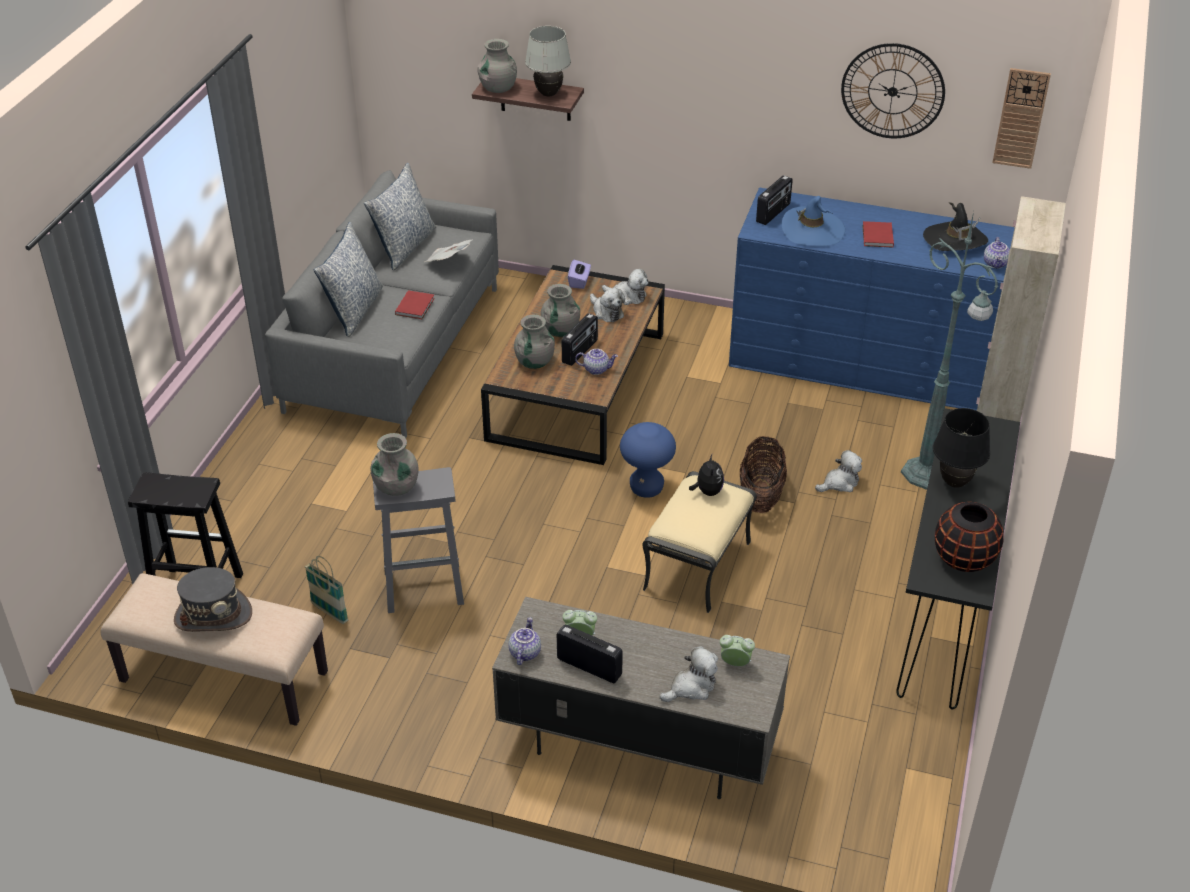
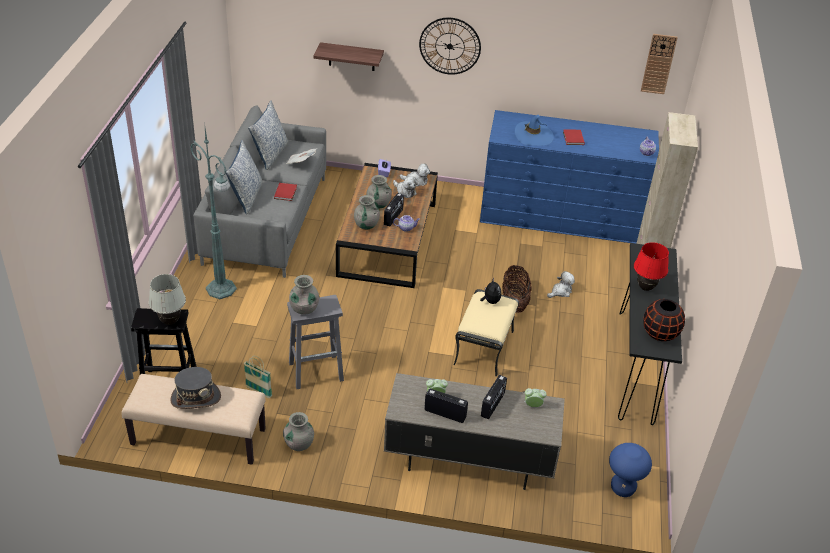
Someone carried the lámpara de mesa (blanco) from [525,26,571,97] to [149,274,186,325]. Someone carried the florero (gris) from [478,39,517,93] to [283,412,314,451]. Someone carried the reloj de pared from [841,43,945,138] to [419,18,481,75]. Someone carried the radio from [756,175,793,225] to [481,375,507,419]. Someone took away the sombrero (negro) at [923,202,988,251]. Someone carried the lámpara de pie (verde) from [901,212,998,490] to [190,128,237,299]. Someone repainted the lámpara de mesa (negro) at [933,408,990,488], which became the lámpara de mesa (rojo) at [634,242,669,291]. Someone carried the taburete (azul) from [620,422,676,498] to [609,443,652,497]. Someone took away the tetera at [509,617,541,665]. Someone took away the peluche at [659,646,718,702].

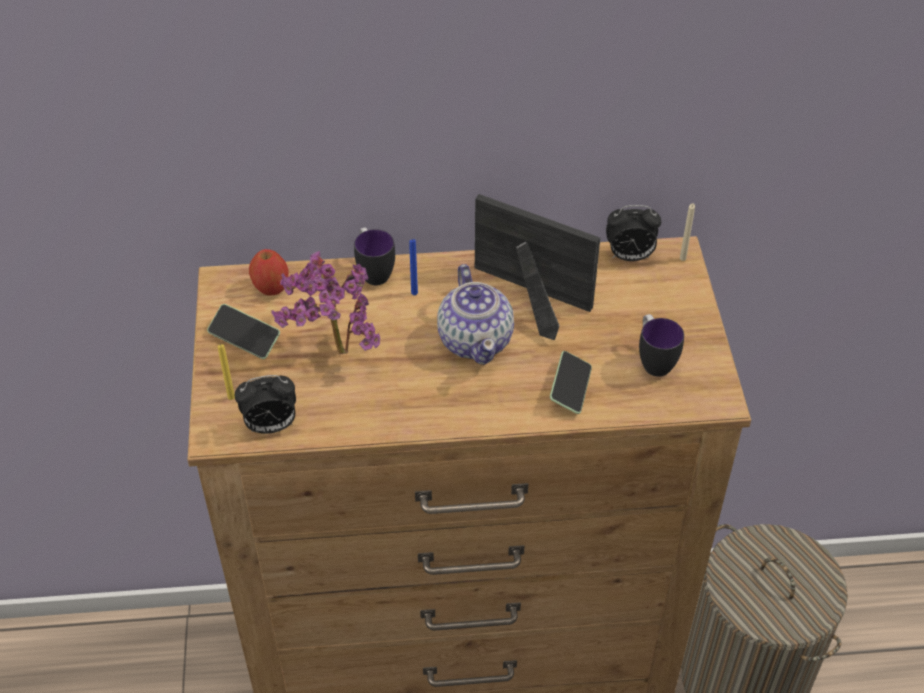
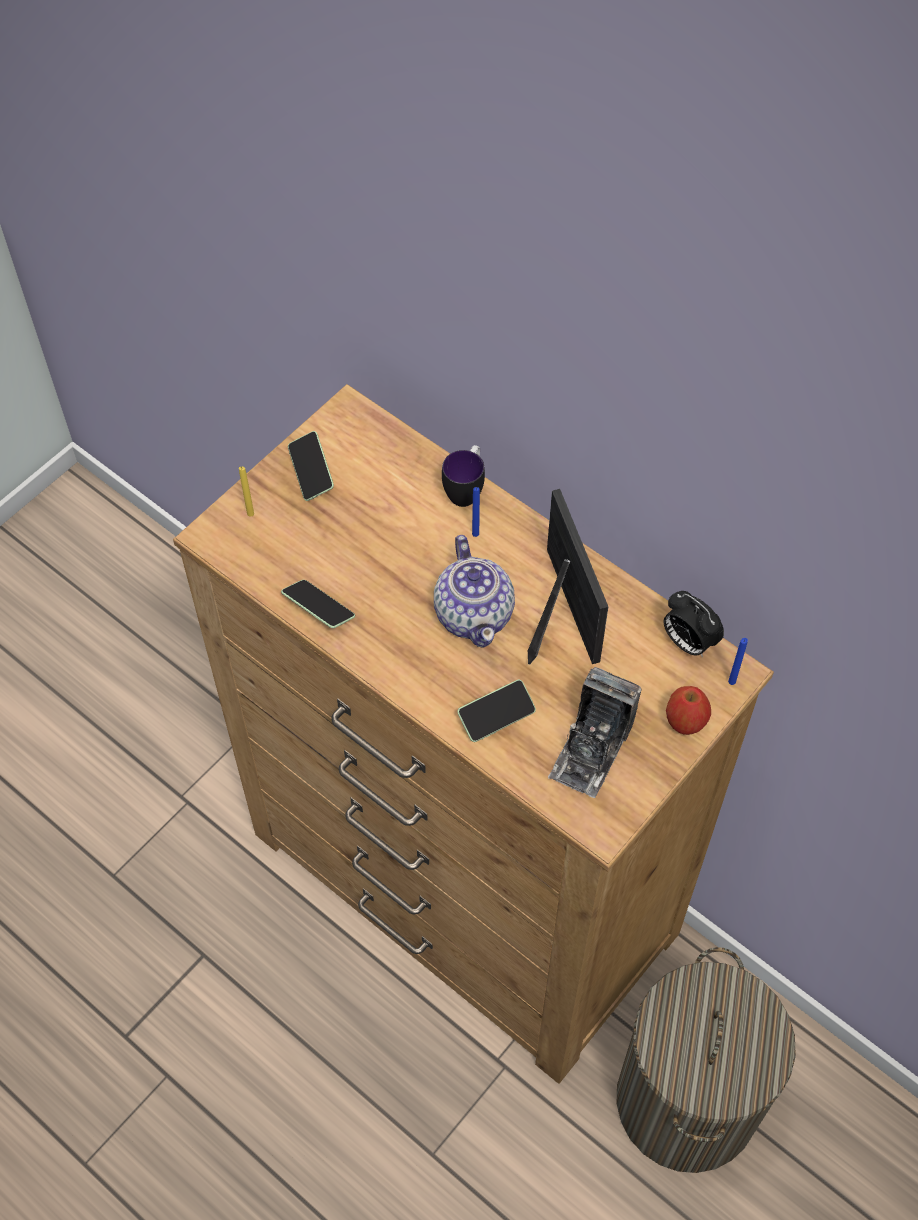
Someone repainted the vela (beis) at [680,203,695,261], which became the vela (azul) at [728,638,748,685]. Someone carried the manzana from [249,249,288,296] to [666,686,711,735]. Someone took away the planta en maceta at [271,251,380,355]. Someone rotated the tetera at [437,264,514,365] by 45 degrees counterclockwise. Someone swapped the taza grande at [639,314,684,377] for the cámara at [548,667,642,798]. Someone took away the despertador at [235,375,296,434]. Someone put down the móvil at [281,580,355,628].

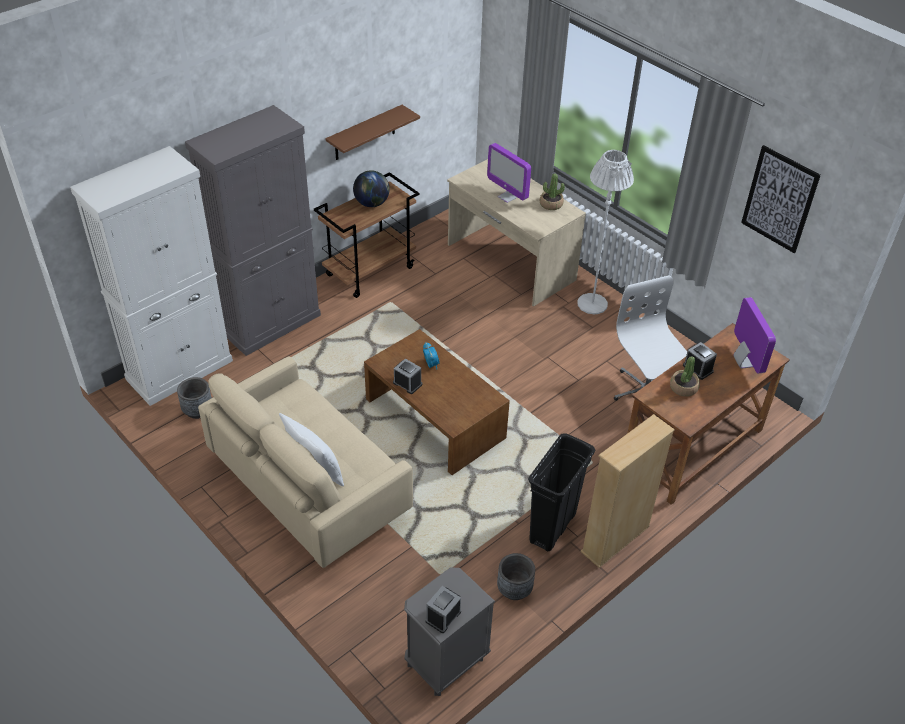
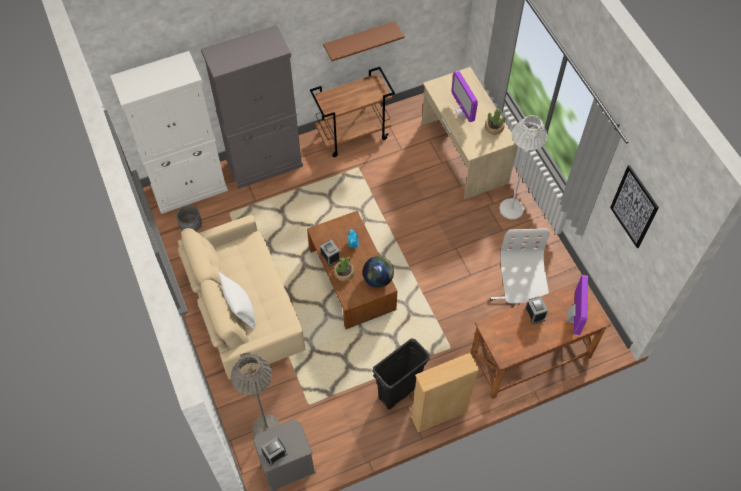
Someone carried the globo terráqueo from [353,170,390,207] to [363,256,394,288]. Someone carried the planta en maceta from [670,356,700,397] to [334,257,354,281]. Someone took away the maceta (gris) at [497,553,535,600]. Someone put down the lámpara de pie (gris) at [231,352,280,435].

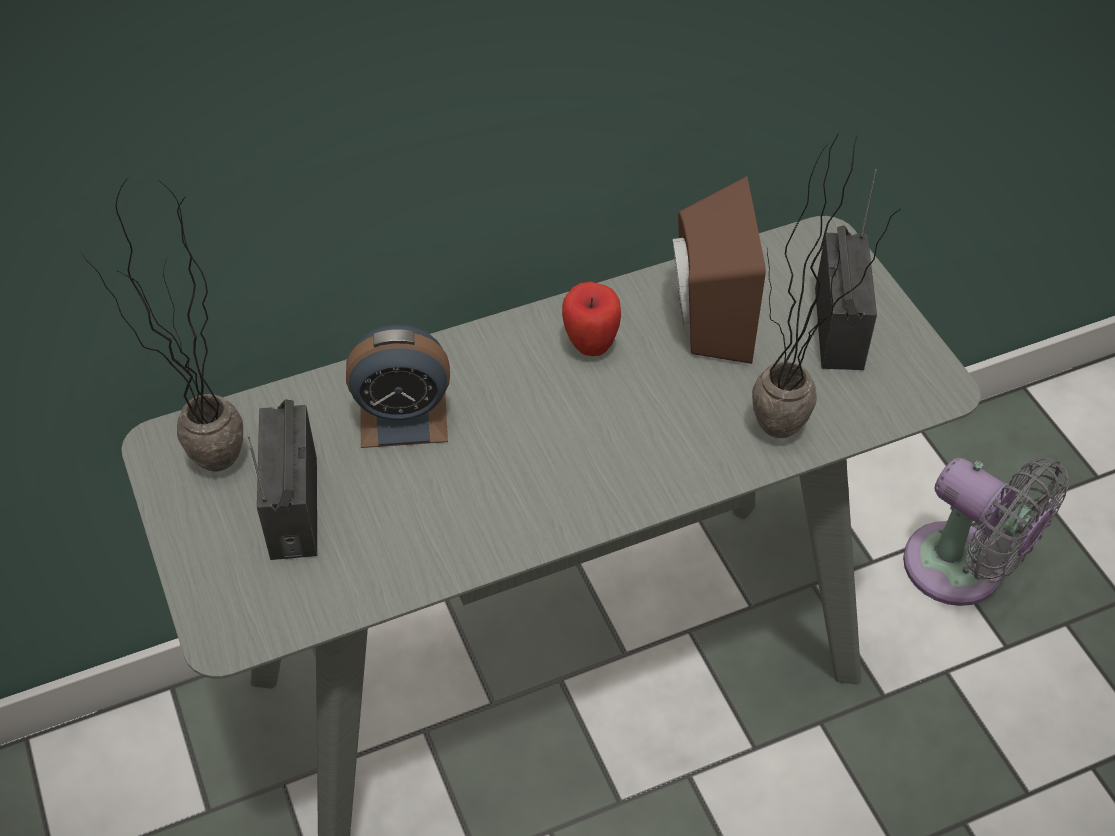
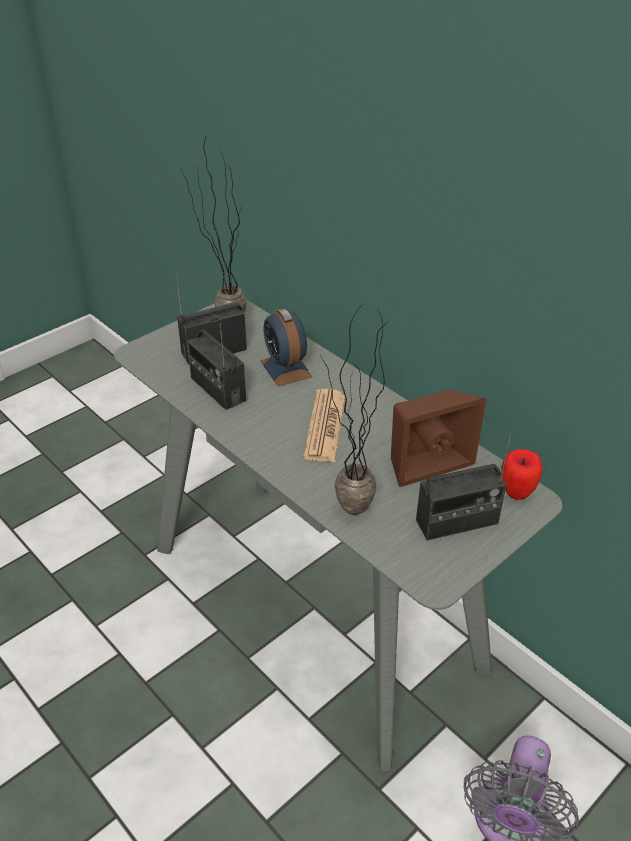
Someone carried the manzana from [562,282,621,356] to [501,449,543,500]. Someone put down the radio at [187,323,246,410]. Someone put down the periódico at [303,389,345,462].

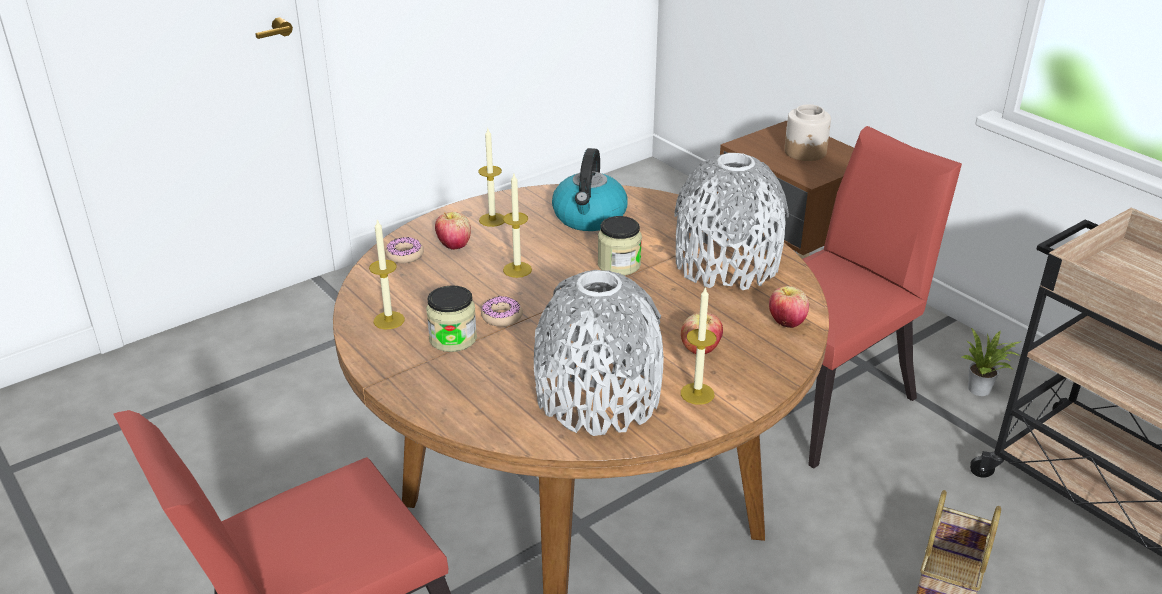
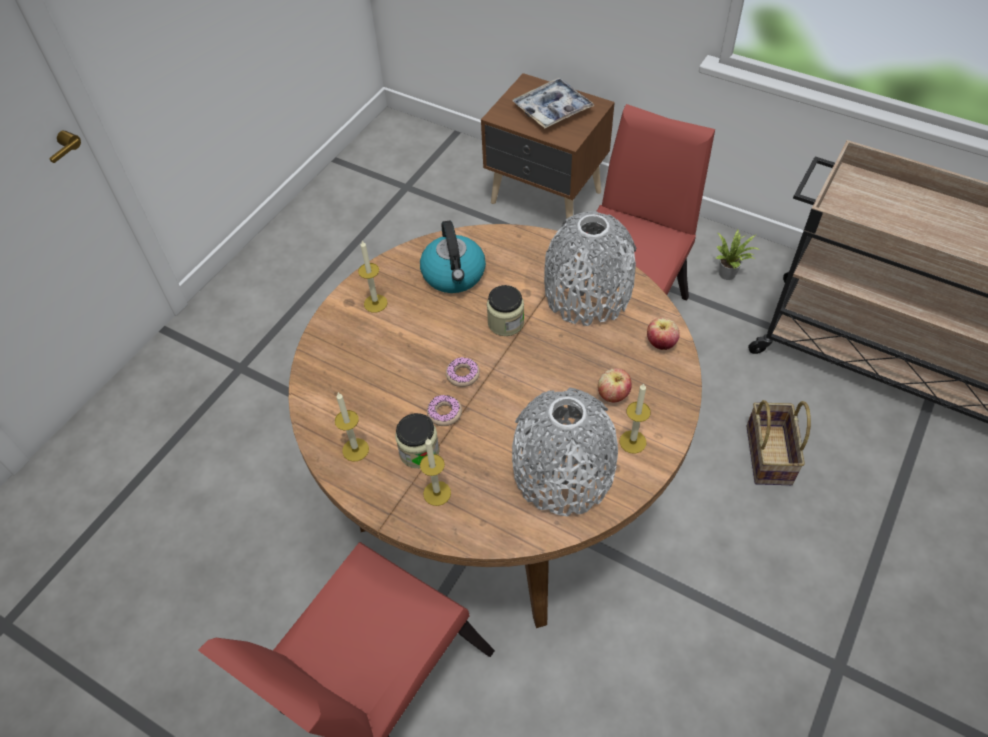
Someone swapped the tarro at [784,104,831,161] for the bandeja at [513,78,595,128]. Someone carried the vela from [503,174,532,278] to [420,438,451,506]. Someone took away the manzana at [435,212,471,250]. Someone carried the rosquilla from [385,237,424,263] to [446,357,480,387].

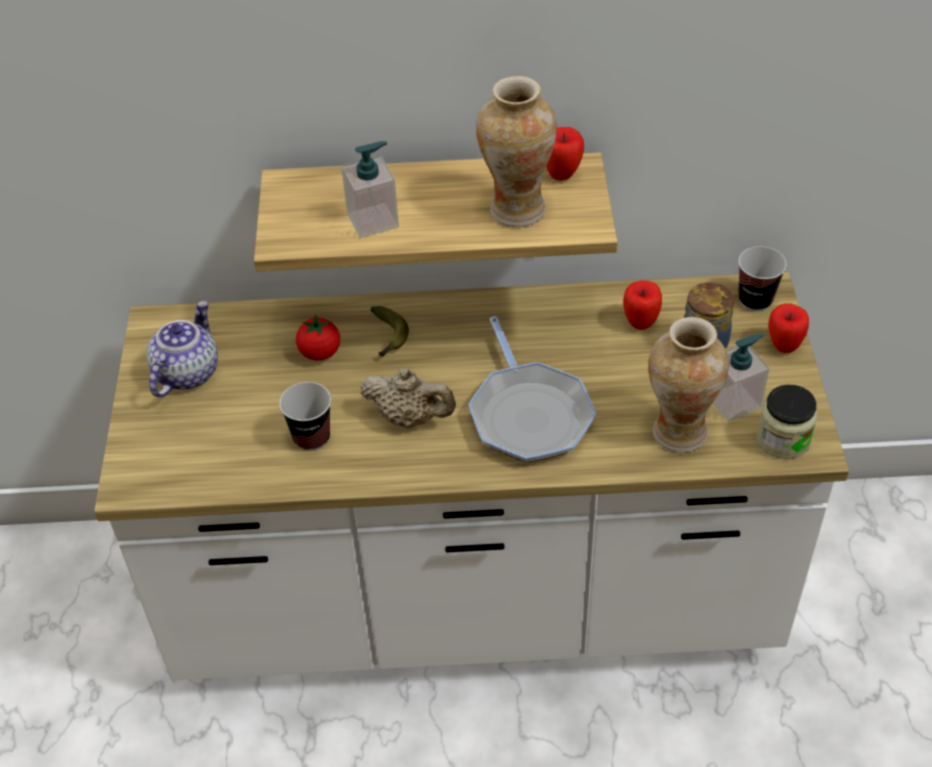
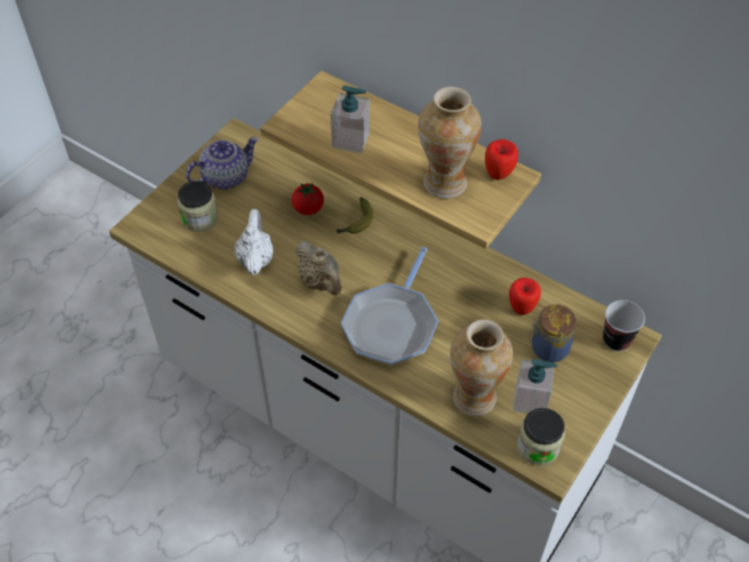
Someone took away the manzana at [769,303,809,353]. Someone swapped the taza at [279,382,331,451] for the tetera (blanco) at [234,209,274,275]. Someone put down the tarro at [177,181,218,232].

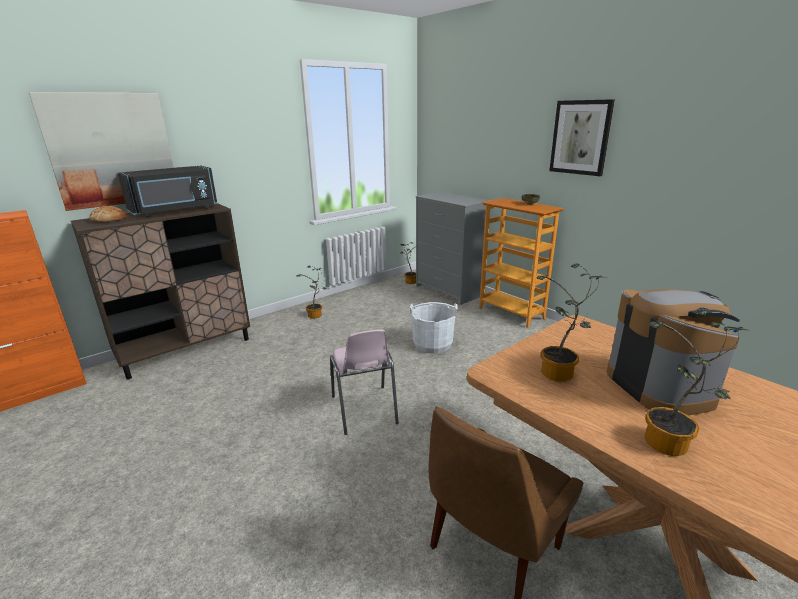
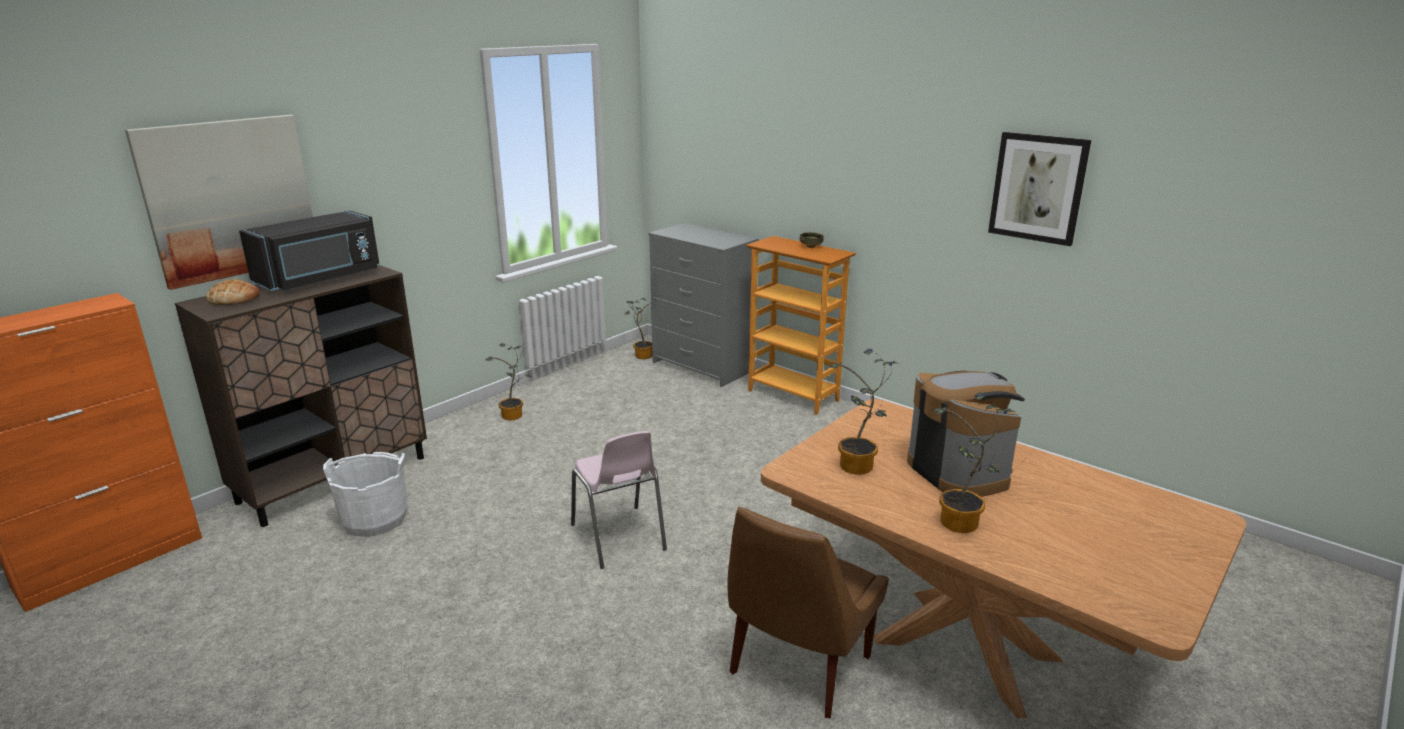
Someone carried the cuadro from [549,99,615,176] to [988,132,1091,246]. Someone carried the cubo (blanco) from [410,302,457,354] to [323,452,408,537].

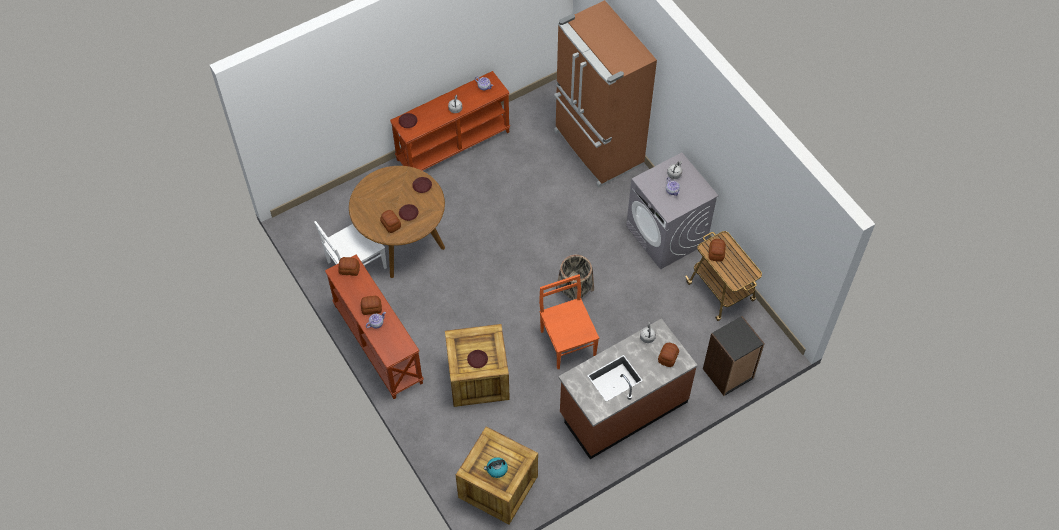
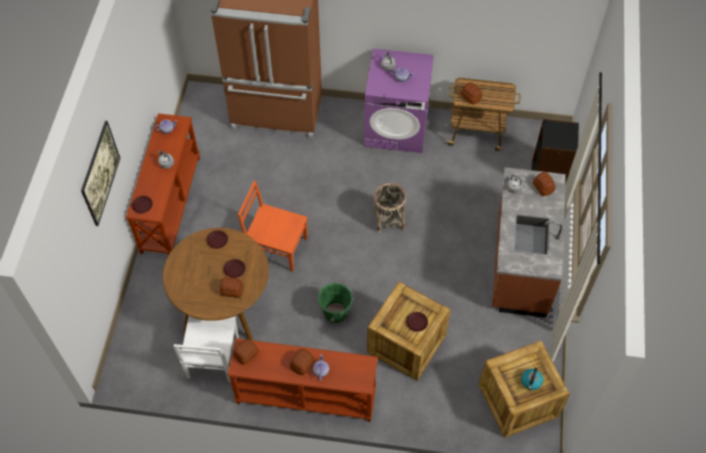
Someone repainted the lavadora (gris) at [626,152,719,270], which became the lavadora (morado) at [364,49,434,153]. Someone carried the silla (naranja) from [539,274,599,369] to [238,181,307,272]. Someone put up the cuadro at [81,121,120,226]. Someone put down the cubo (verde) at [318,279,355,324].

